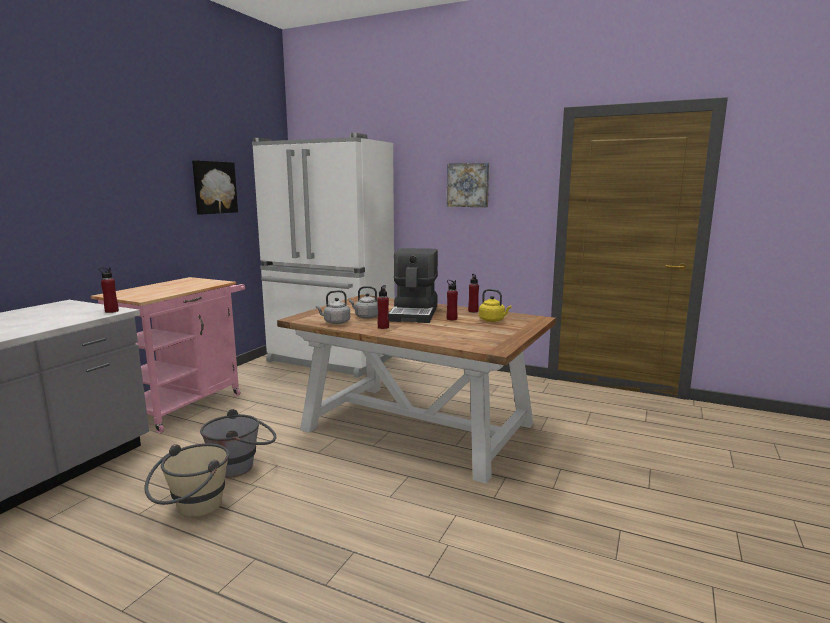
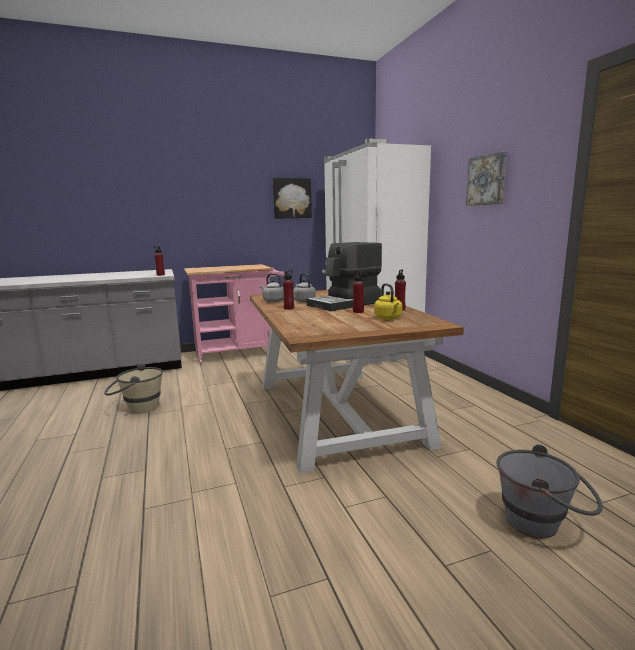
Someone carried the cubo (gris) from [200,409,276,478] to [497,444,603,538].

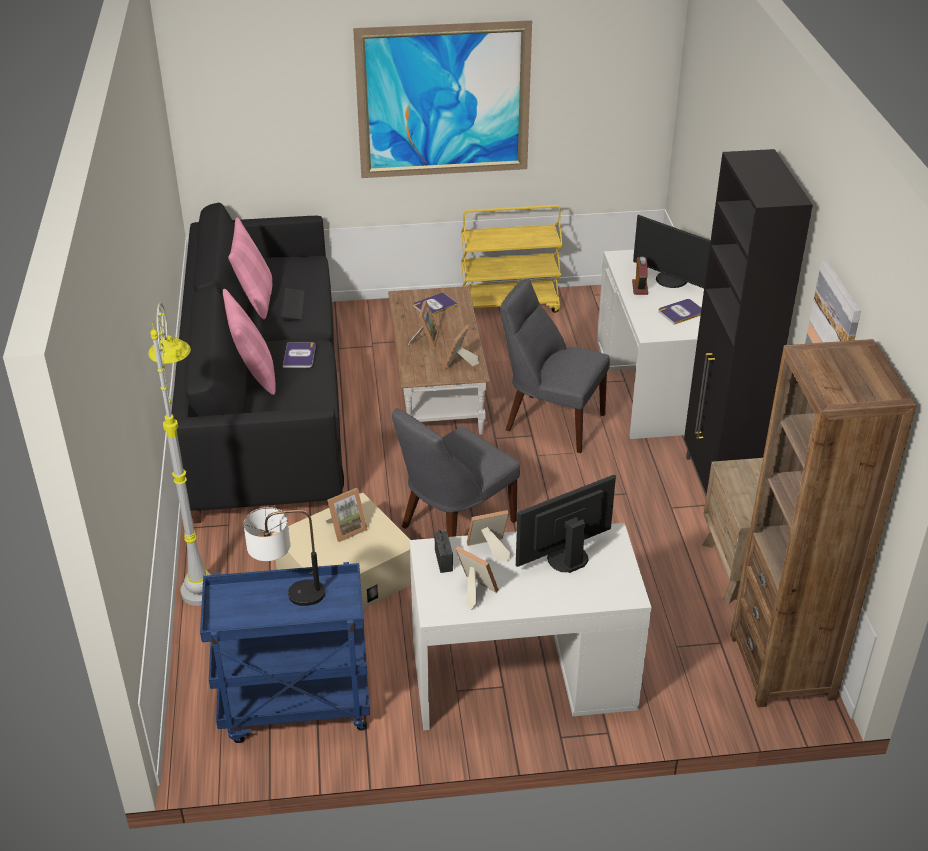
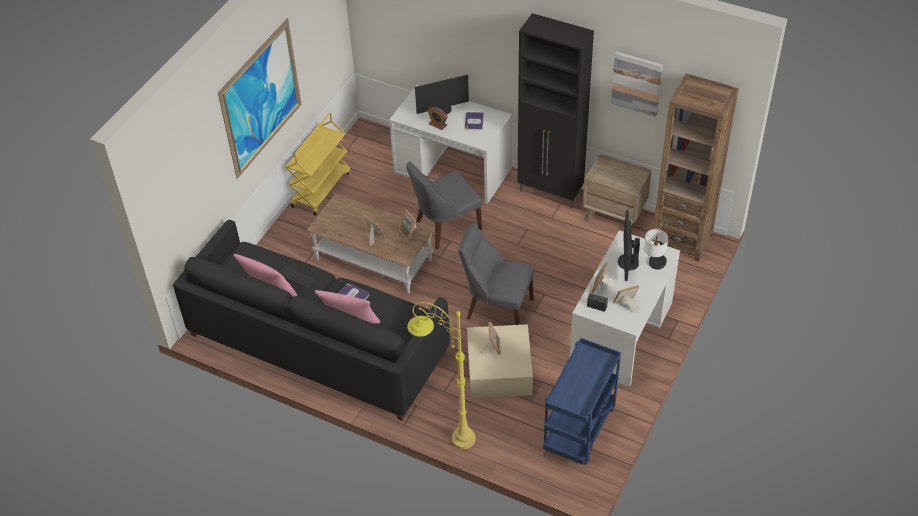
Someone took away the libro at [414,293,458,315]. Someone repainted the lámpara de pie (gris) at [148,302,211,606], which became the lámpara de pie (amarillo) at [407,302,475,449]. Someone rotated the silla (gris) at [392,408,520,537] by 120 degrees clockwise. Someone carried the lámpara de mesa from [244,507,325,606] to [644,220,668,270].

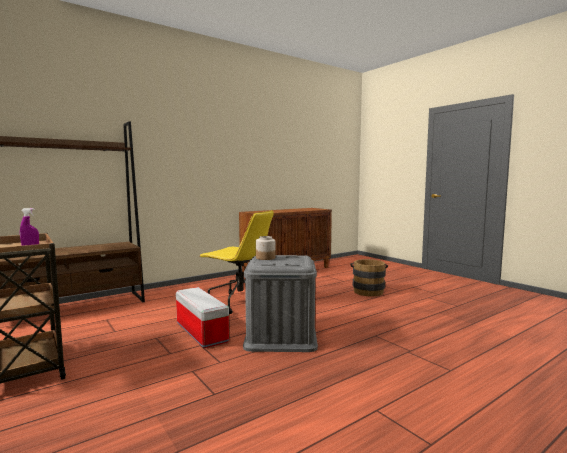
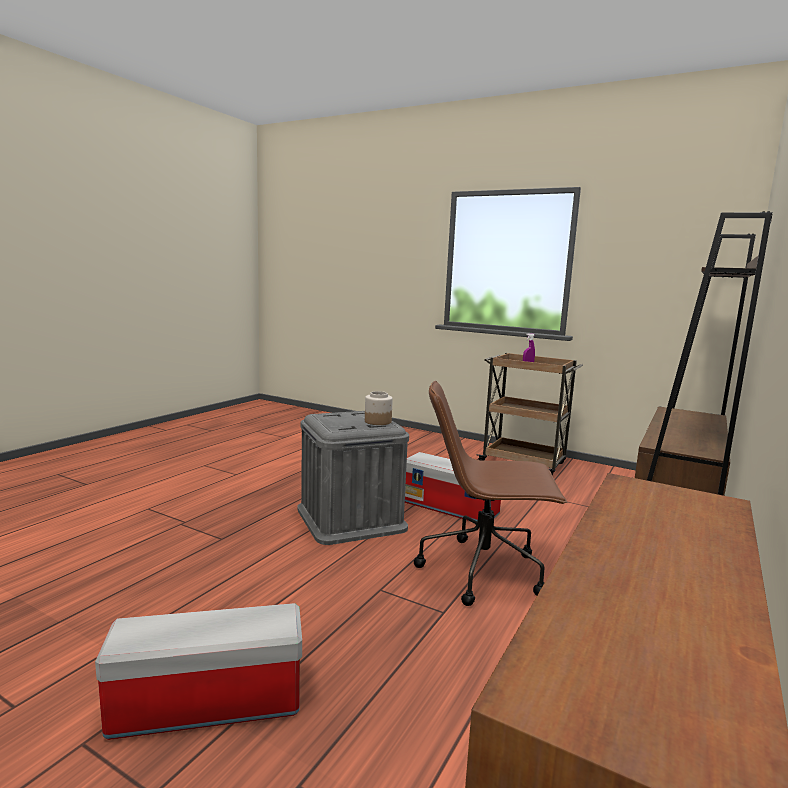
Someone repainted the silla de oficina (amarillo) at [200,210,274,314], which became the silla de oficina (marrón) at [414,381,567,606]. Someone swapped the cubo (marrón) at [350,259,388,296] for the caja de almacenaje at [95,603,302,740].

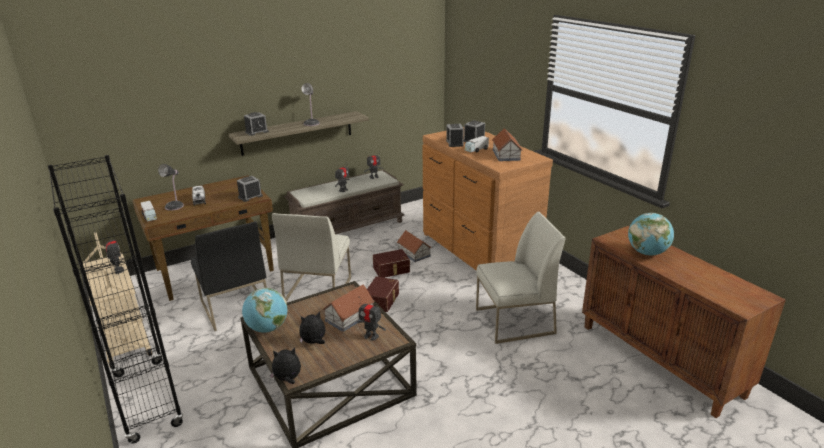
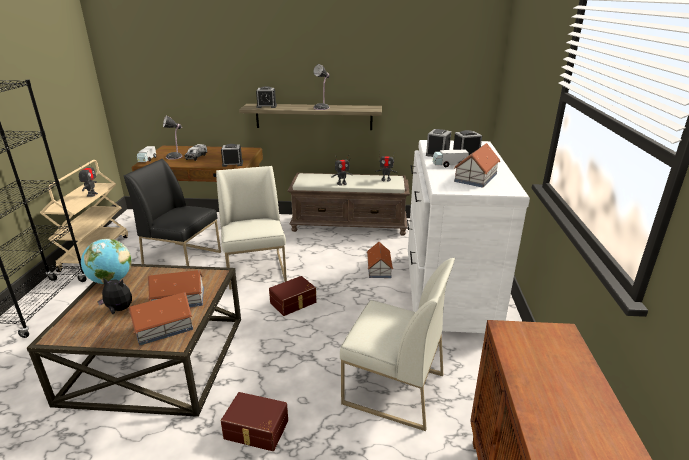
Someone repainted the cómoda (marrón) at [423,127,553,271], which became the cómoda (blanco) at [407,140,530,333]. Someone rotated the silla (blanco) at [272,213,351,302] by 120 degrees clockwise. Someone took away the globo terráqueo at [628,213,674,255]. Someone rotated the silla (negro) at [191,221,267,331] by 105 degrees clockwise. Someone carried the caja de almacenaje (marrón) from [373,249,410,278] to [221,392,288,451]. Someone swapped the robot de juguete at [357,303,386,341] for the casita at [129,292,193,346]. Someone took away the peluche at [269,348,301,384].

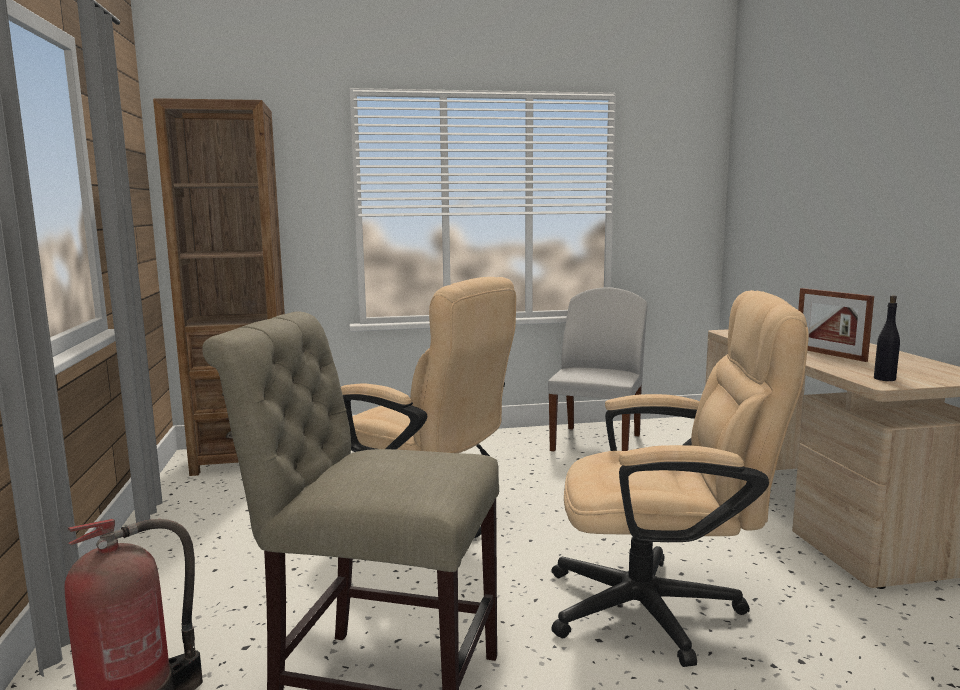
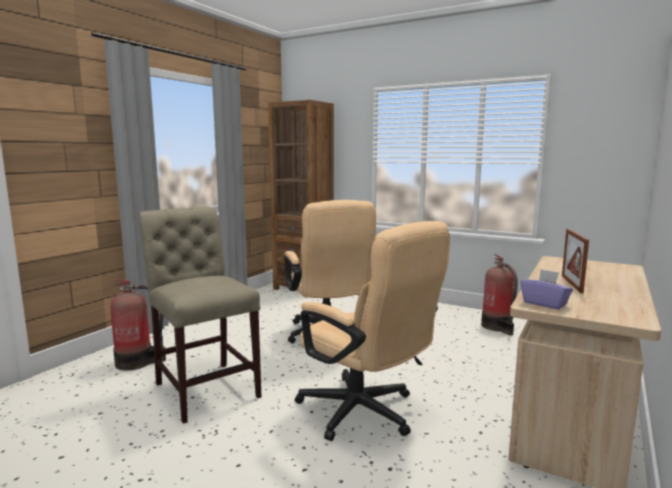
Someone swapped the silla (blanco) at [548,287,647,452] for the extintor at [481,254,518,335]. Someone swapped the botella (negro) at [874,295,900,381] for the caja de pañuelos (morado) at [520,269,573,310].

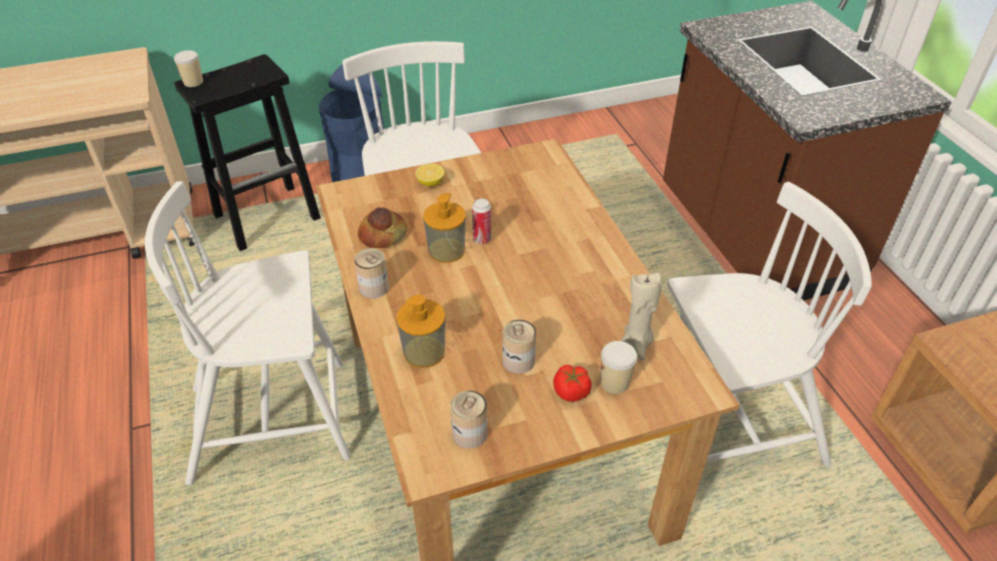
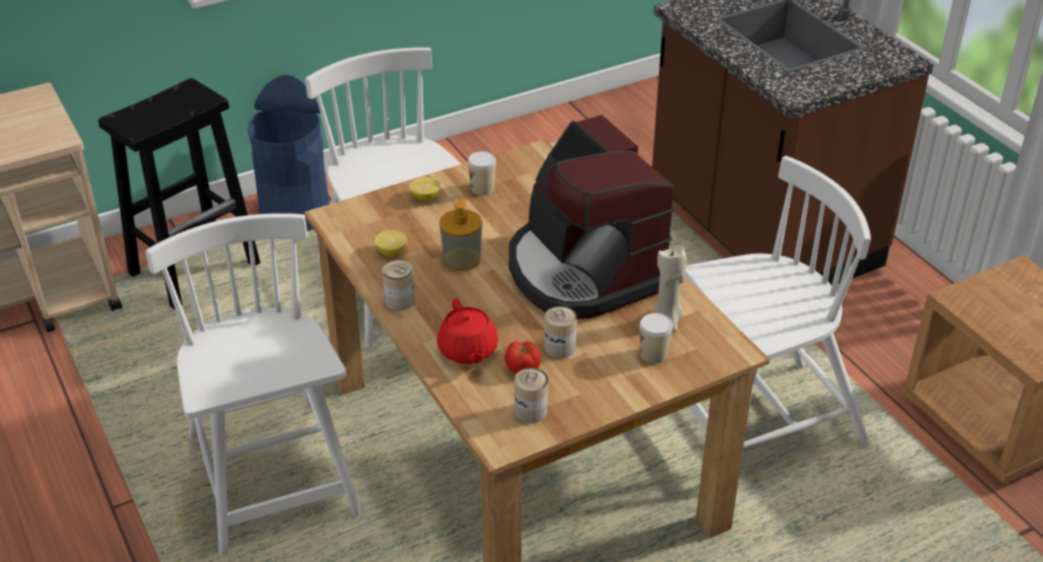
Someone carried the taza from [174,50,203,87] to [468,151,496,195]. Someone rotated the silla (blanco) at [145,181,351,485] by 90 degrees clockwise. Someone took away the lata at [472,199,491,244]. Someone swapped the pan at [358,207,407,248] for the limón at [375,230,407,256]. Someone swapped the dispensador de jabón at [396,295,445,368] for the tetera (rojo) at [437,299,498,364]. Someone carried the tomate from [553,365,592,402] to [505,341,541,374]. Someone put down the cafetera at [509,115,674,319].

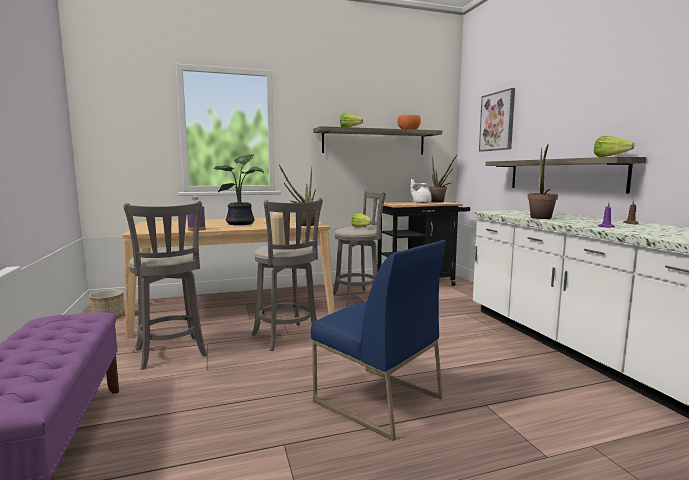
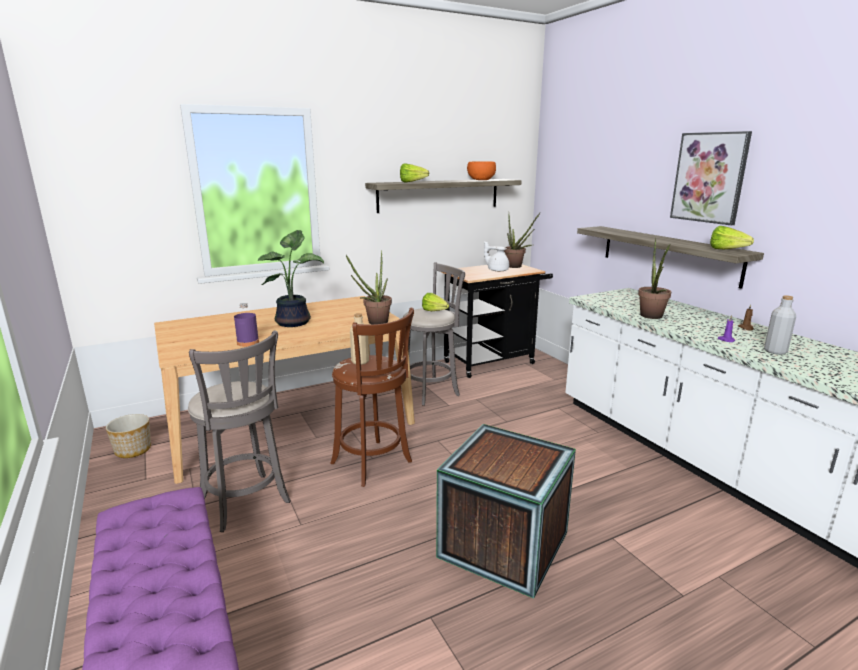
Someone carried the cuadro from [479,88,515,152] to [670,131,752,225]. Someone repainted the taburete (gris) at [252,198,323,351], which became the taburete (marrón) at [330,307,414,487]. Someone swapped the silla (azul) at [311,240,446,441] for the caja de embalaje at [436,424,576,598]. Someone put down the botella (gris) at [764,295,796,355].

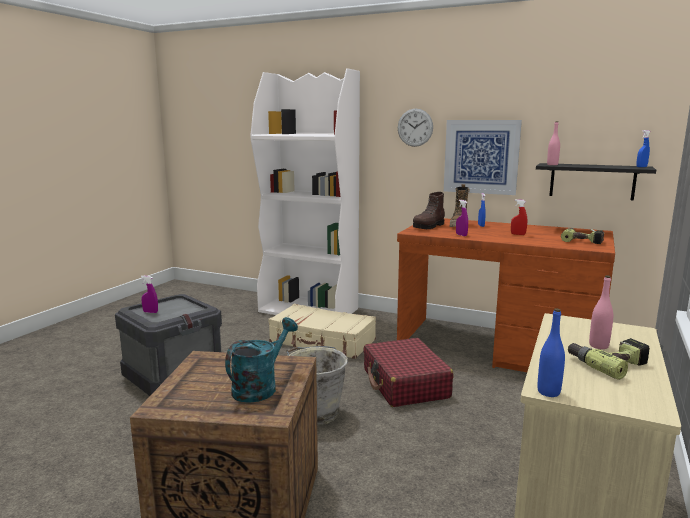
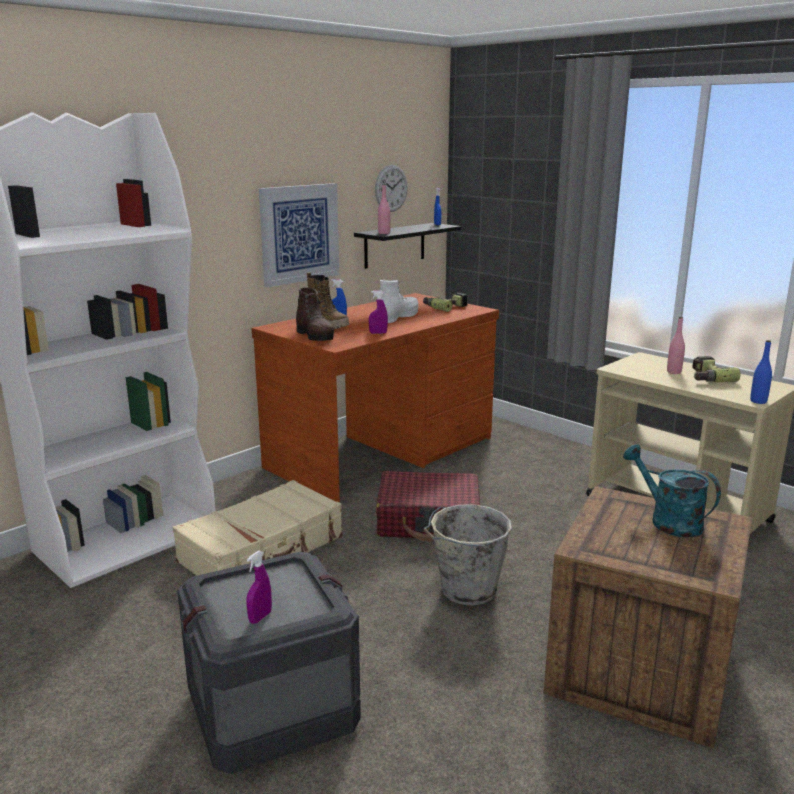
Someone carried the reloj de pared from [398,109,433,147] to [375,165,408,212]. Someone swapped the pulverizador (rojo) at [511,199,527,235] for the bota (blanco) at [380,280,418,323].

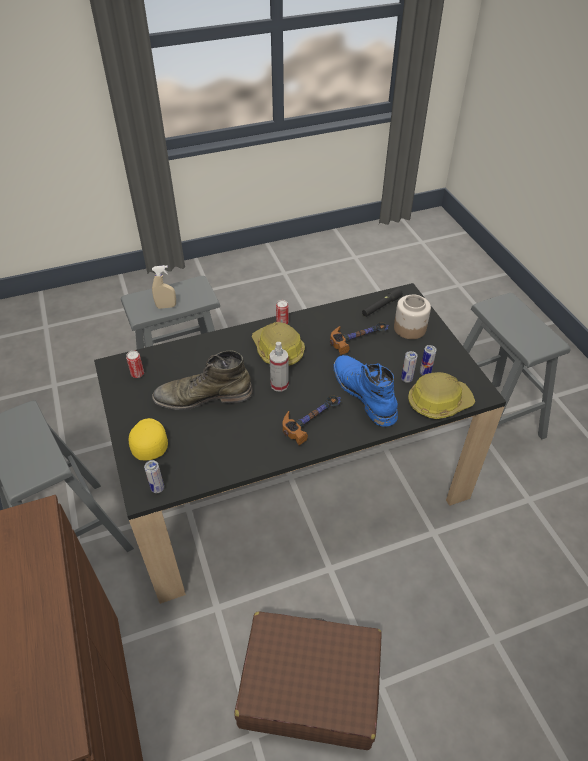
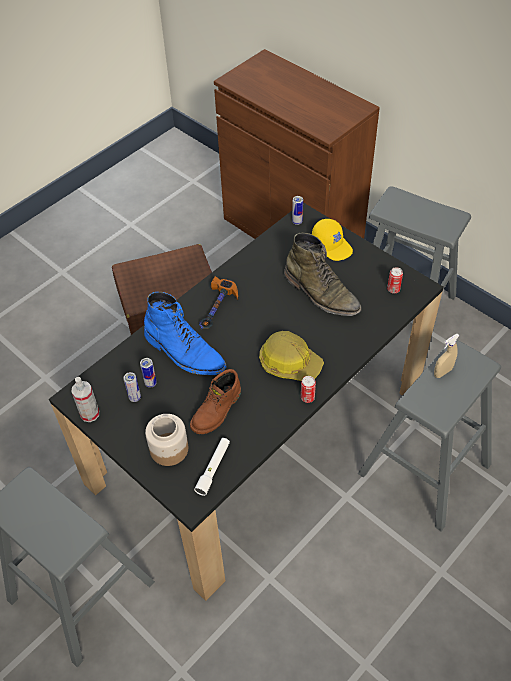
Someone repainted the linterna (negro) at [362,288,403,317], which became the linterna (blanco) at [194,438,230,496]. Someone swapped the martillo at [330,322,389,355] for the bota (marrón) at [190,369,241,434]. Someone carried the pulverizador from [269,342,289,392] to [72,377,99,422]. Someone rotated the bota (verde) at [152,350,253,410] by 75 degrees clockwise. Someone took away the casco at [408,372,475,419].

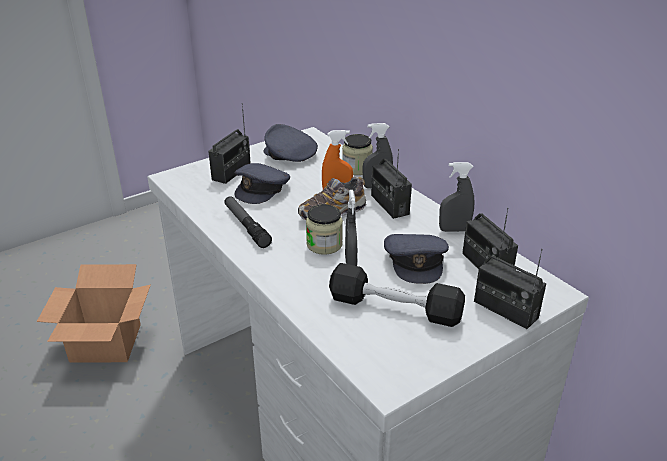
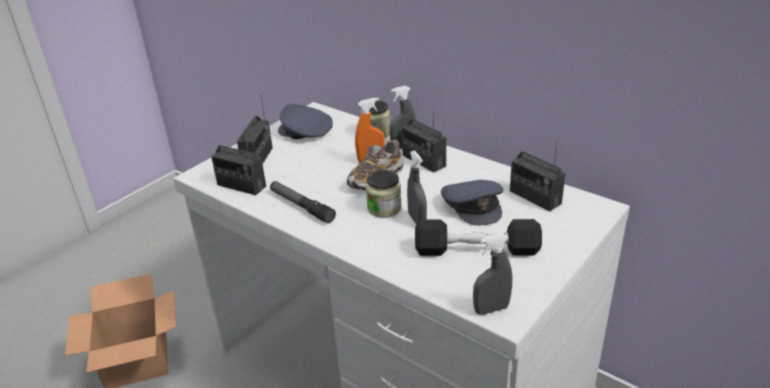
Someone carried the pulverizador (gris) from [439,162,474,232] to [473,234,512,315]. Someone took away the gorra (gris) at [234,163,290,204]. Someone carried the radio from [474,249,546,329] to [211,129,266,195].

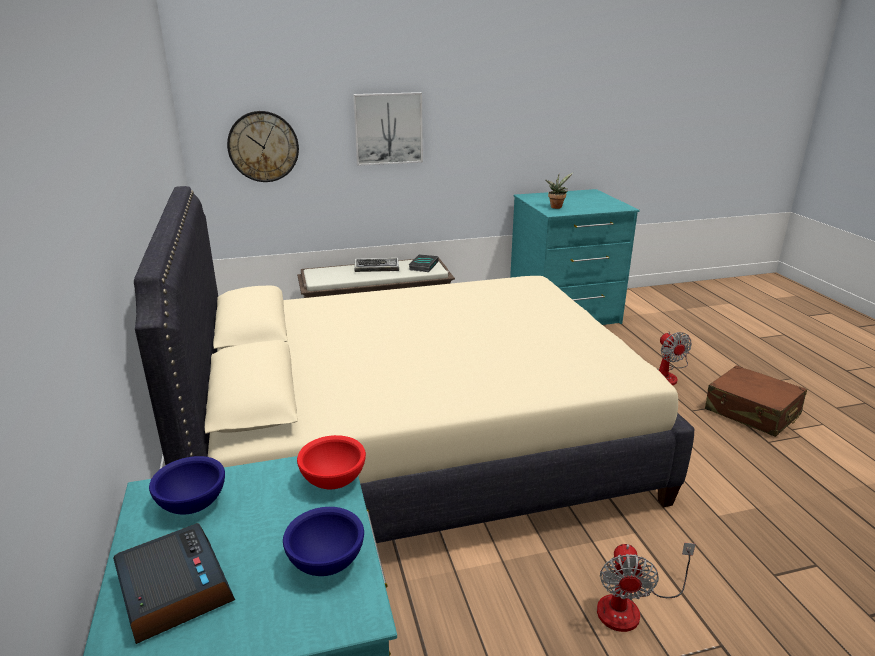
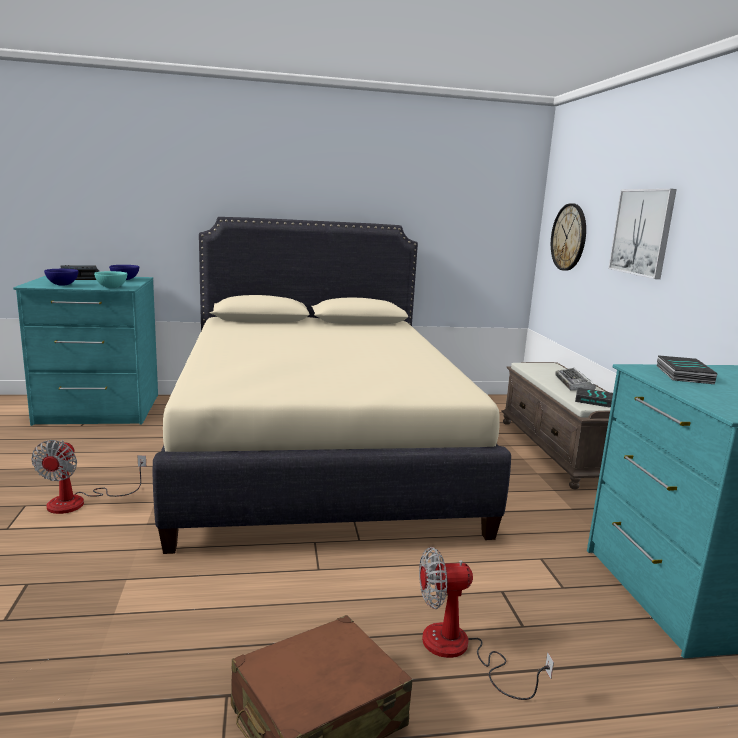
Someone swapped the planta en maceta at [546,173,573,209] for the libro at [656,355,718,384]. Someone repainted the cuenco (rojo) at [297,435,366,489], which became the cuenco (turquesa) at [94,271,127,288]. Someone rotated the ventilador at [597,543,696,632] by 105 degrees counterclockwise.

